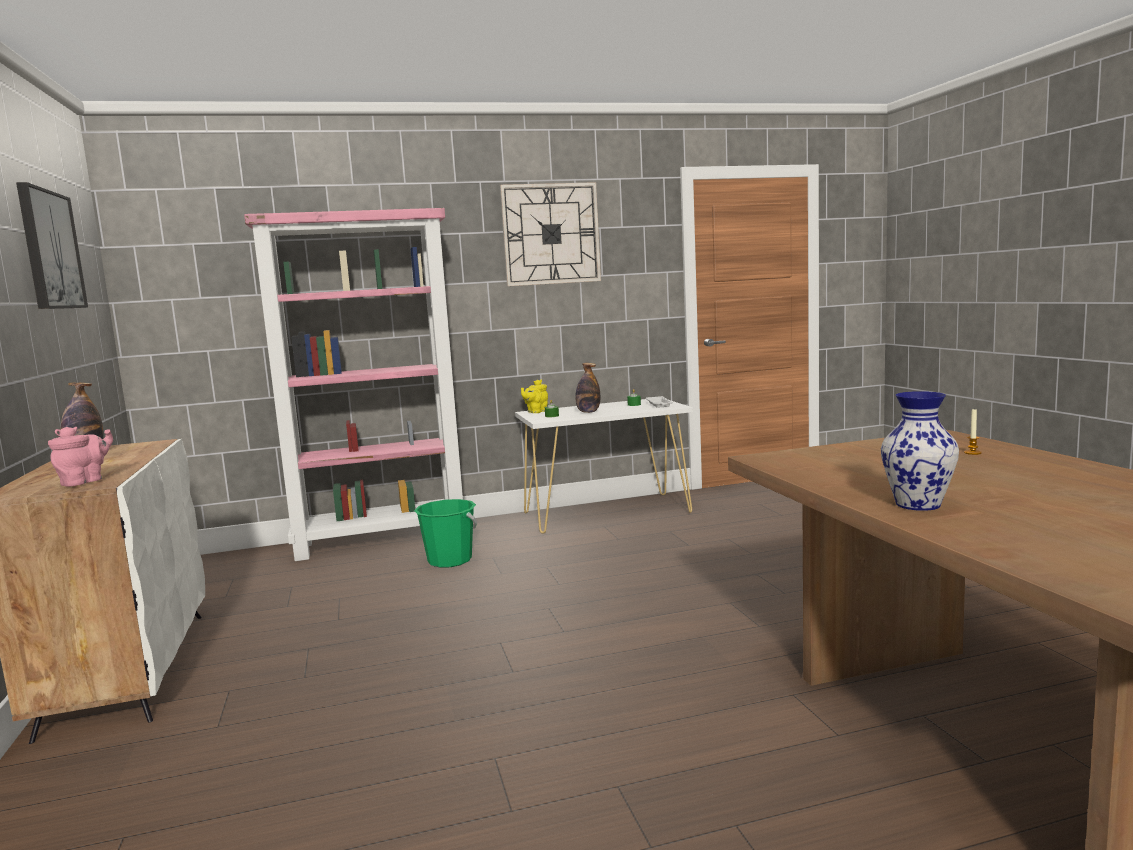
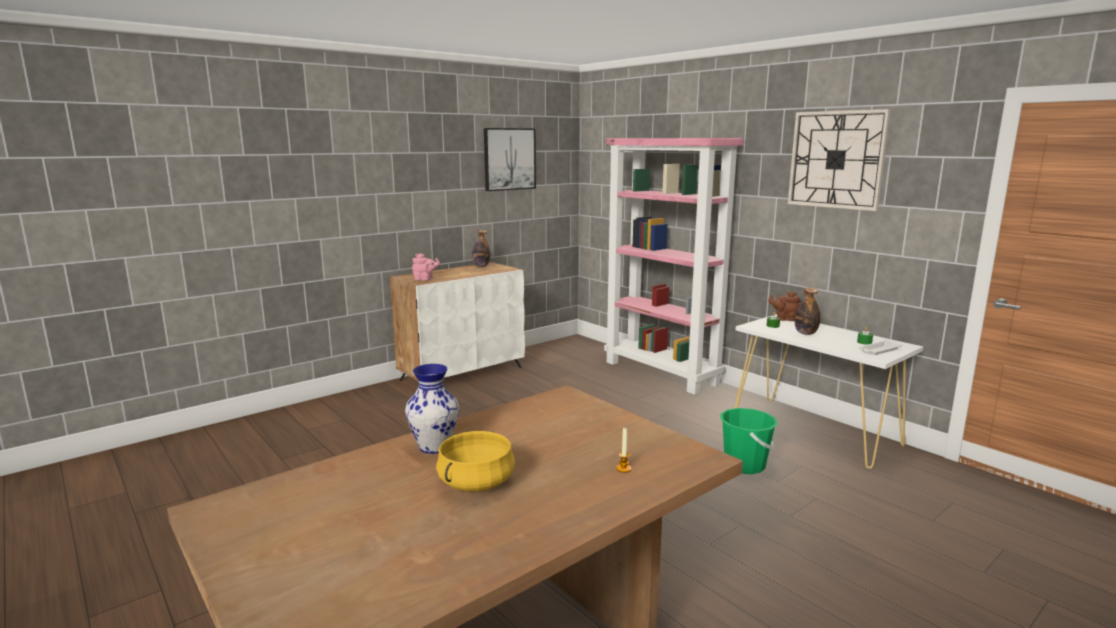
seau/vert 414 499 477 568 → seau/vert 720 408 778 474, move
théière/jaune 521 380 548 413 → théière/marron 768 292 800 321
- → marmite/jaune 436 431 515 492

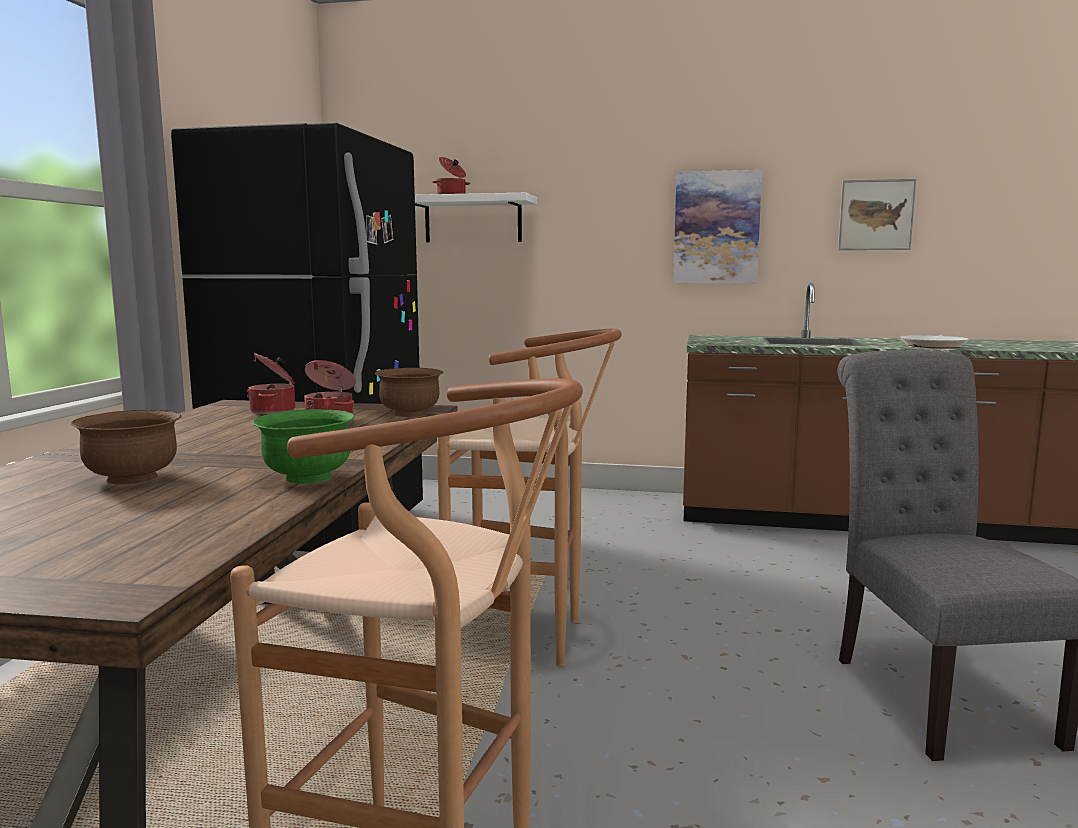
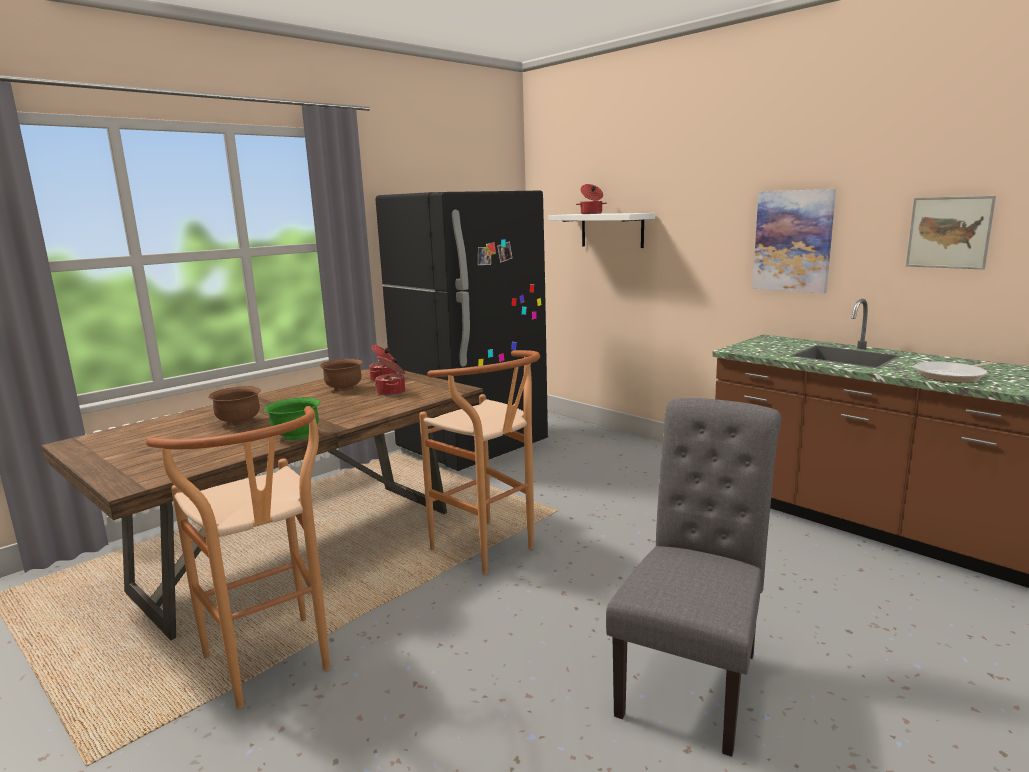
bol/marron 375 368 443 417 → bol/marron 320 359 363 392, move

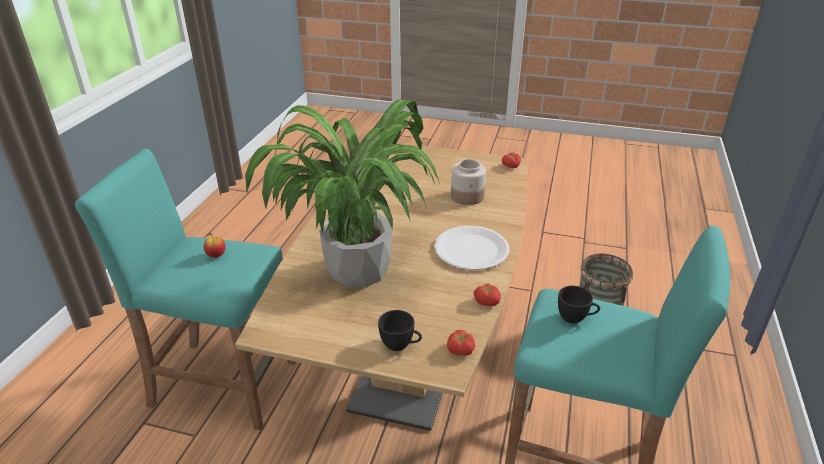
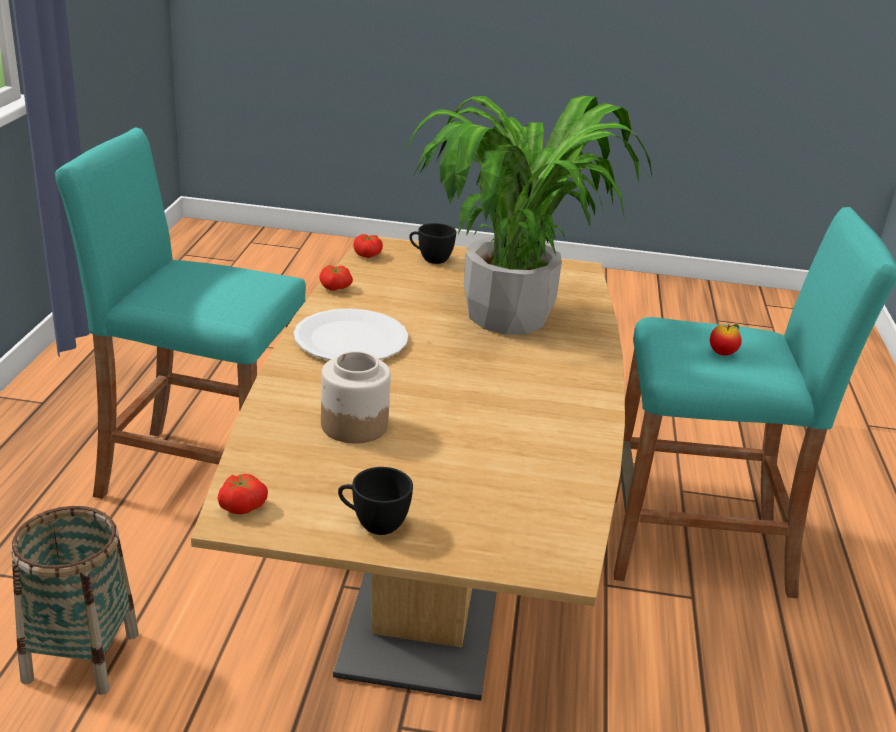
tasse/noir 558 286 600 323 → tasse/noir 338 467 413 535, move

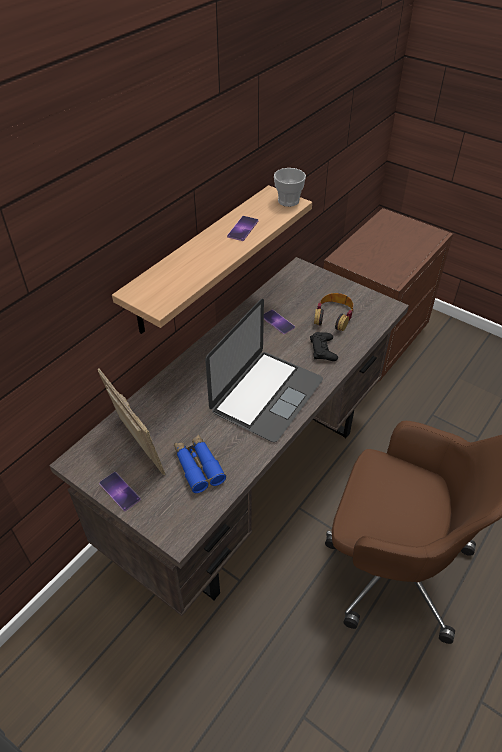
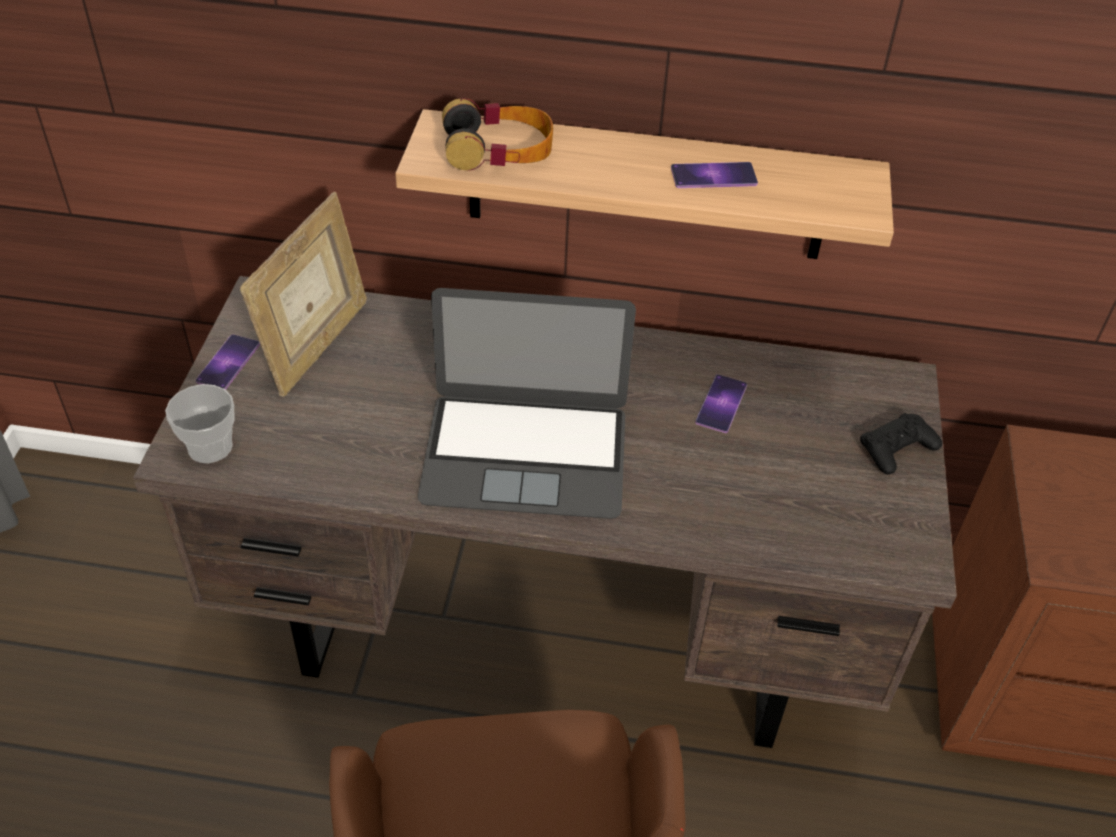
jumelles/bleu 174 434 226 493 → -
tasse 274 168 306 207 → tasse 165 384 235 463, move
manette/noir 310 332 338 361 → manette/noir 860 413 942 474, move
casque audio 314 293 354 331 → casque audio 442 98 553 170, move

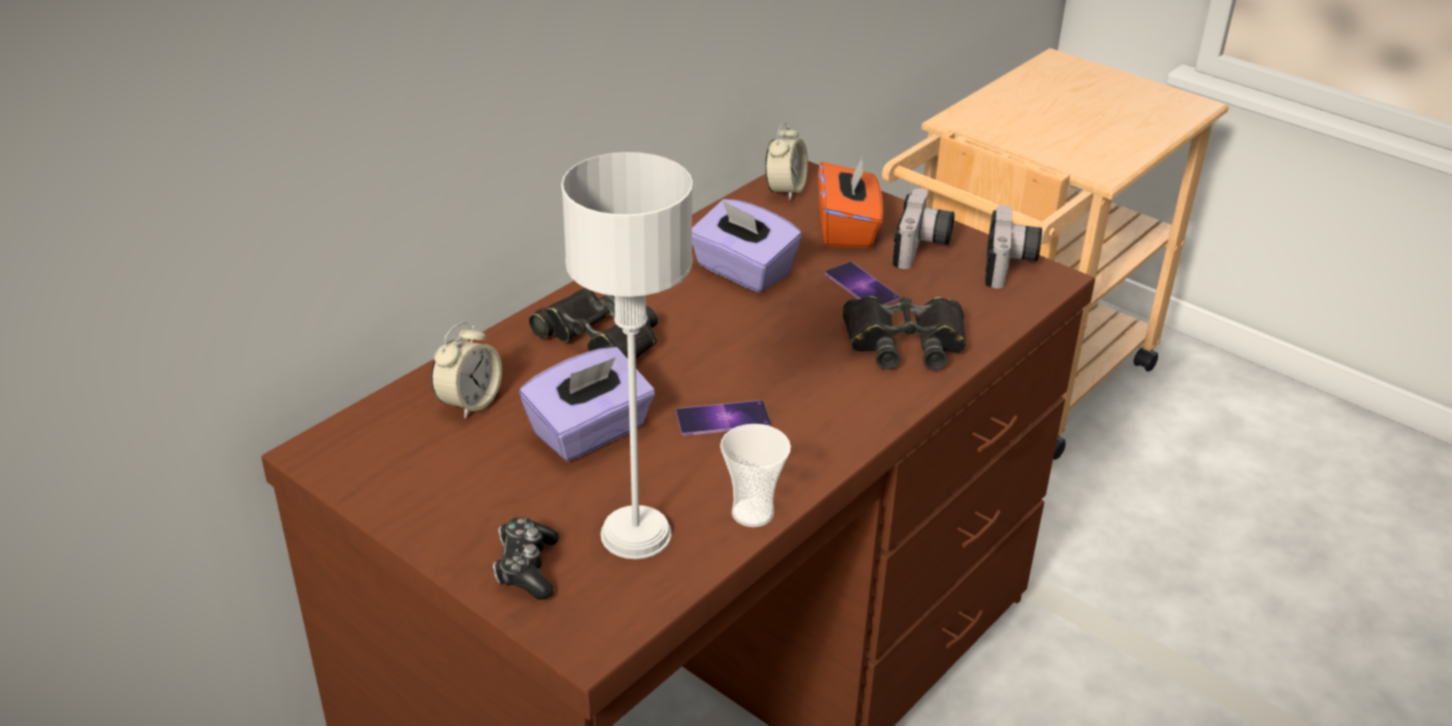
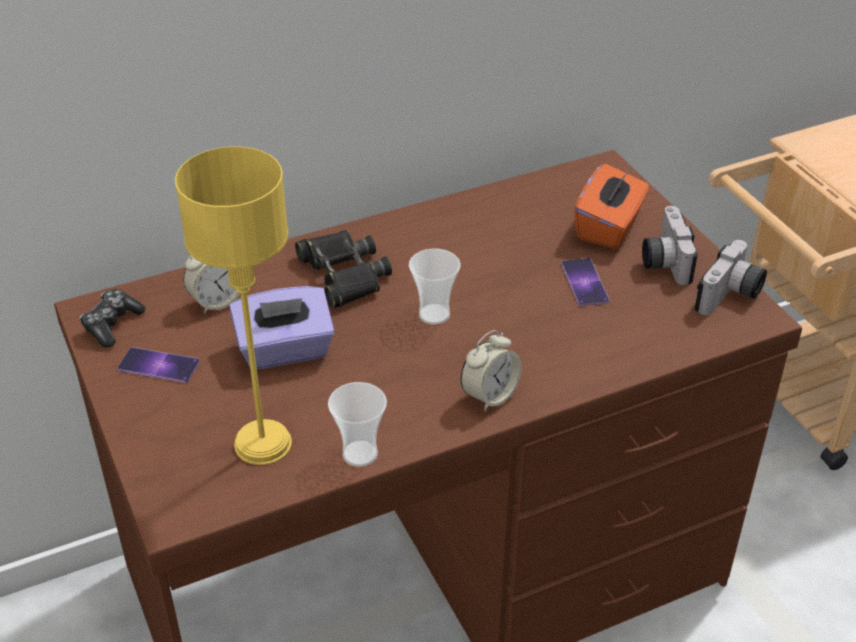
manette 493 517 559 600 → manette 79 289 146 348, move
lampe de table/gris 561 152 693 559 → lampe de table/jaune 175 147 292 465
téléphone 676 400 771 436 → téléphone 118 347 200 383, move
boîte à mouchoirs/violet 692 199 802 293 → -
réveil 765 122 808 201 → réveil 461 330 521 412, move
jumelles/noir 843 296 967 370 → -
appareil photo 893 189 955 269 → appareil photo 642 206 698 285, 135 degrees clockwise
- → tasse 409 248 460 325

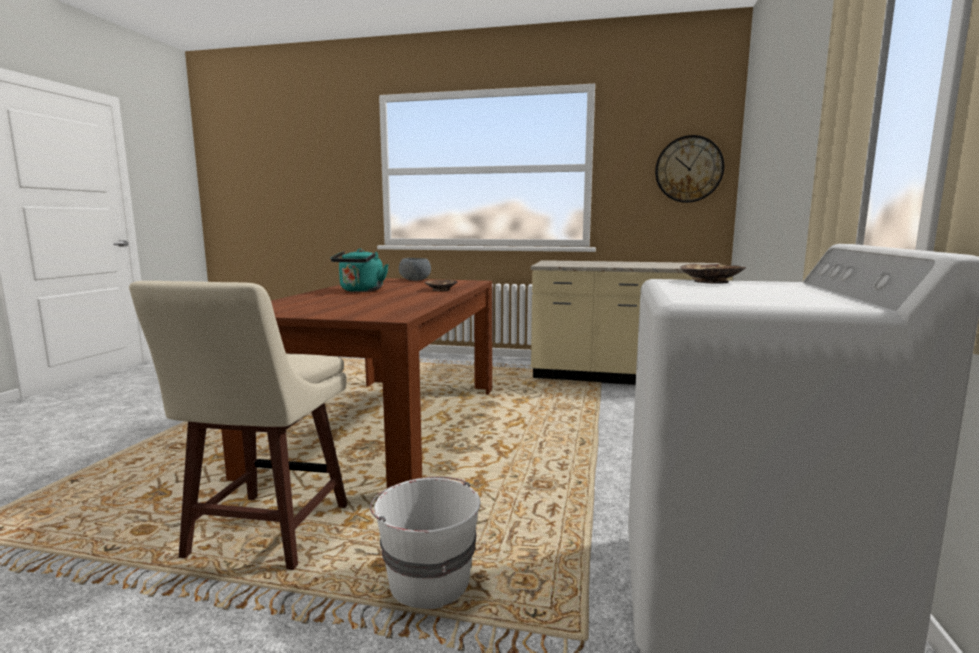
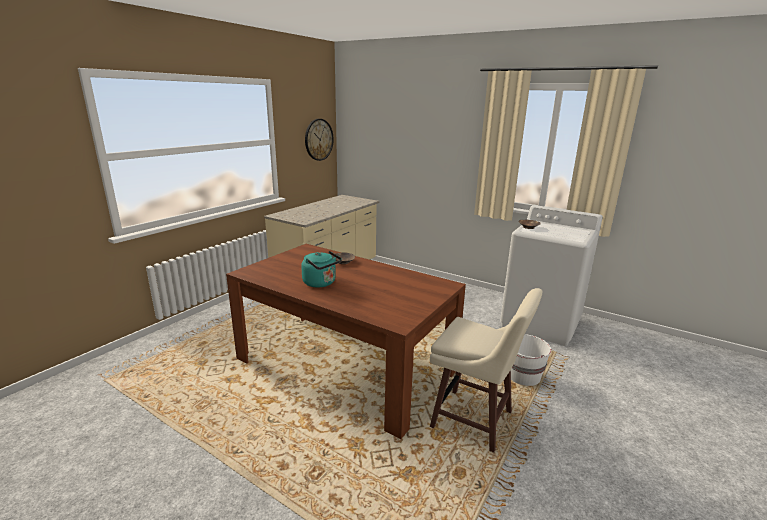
bol/gris 399 258 431 281 → -

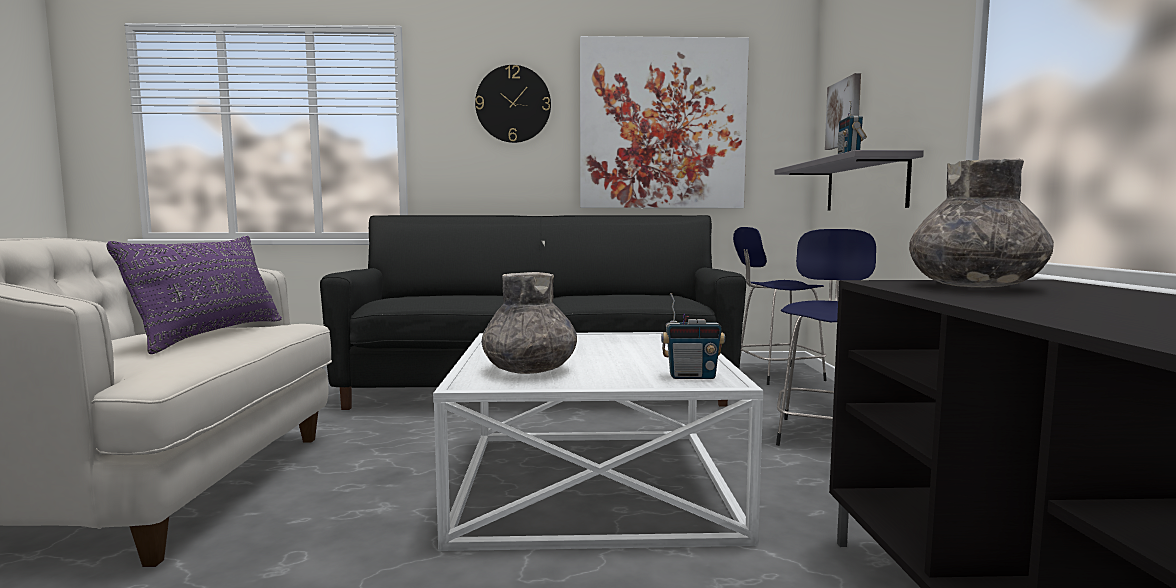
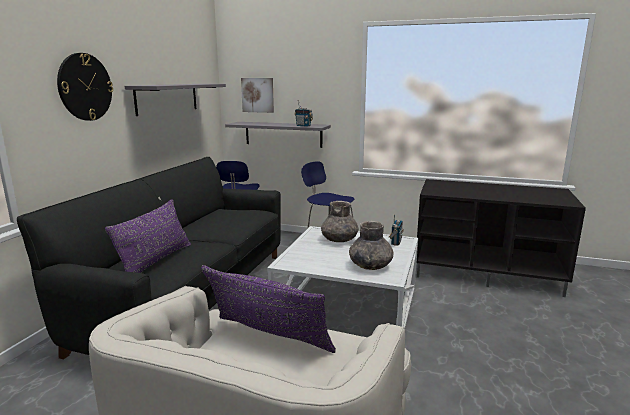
tableau 580 36 749 208 → étagère/gris 125 84 226 116
vase/gris 909 159 1054 287 → vase/gris 321 201 358 242, move
- → coussin/violet 105 200 191 273

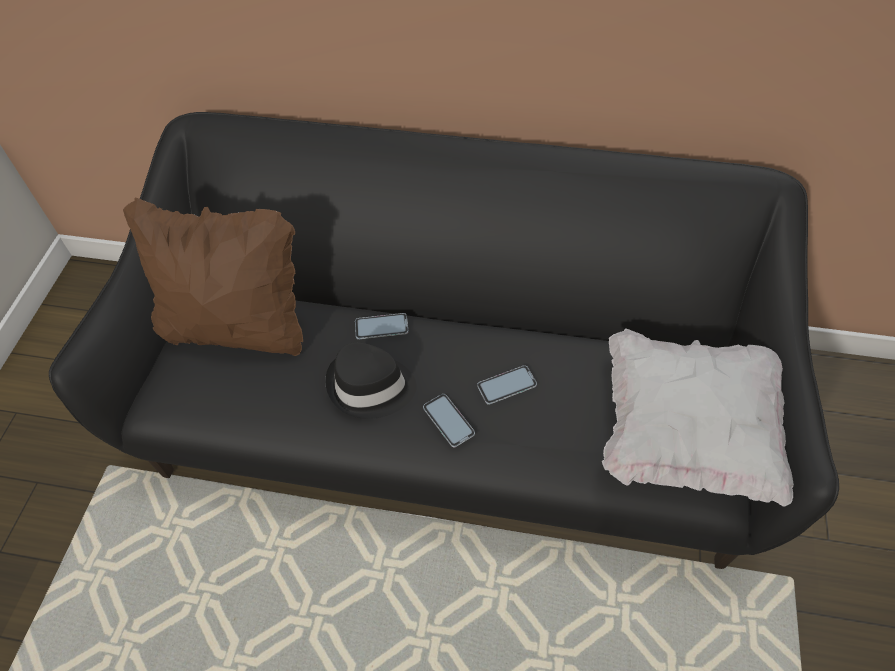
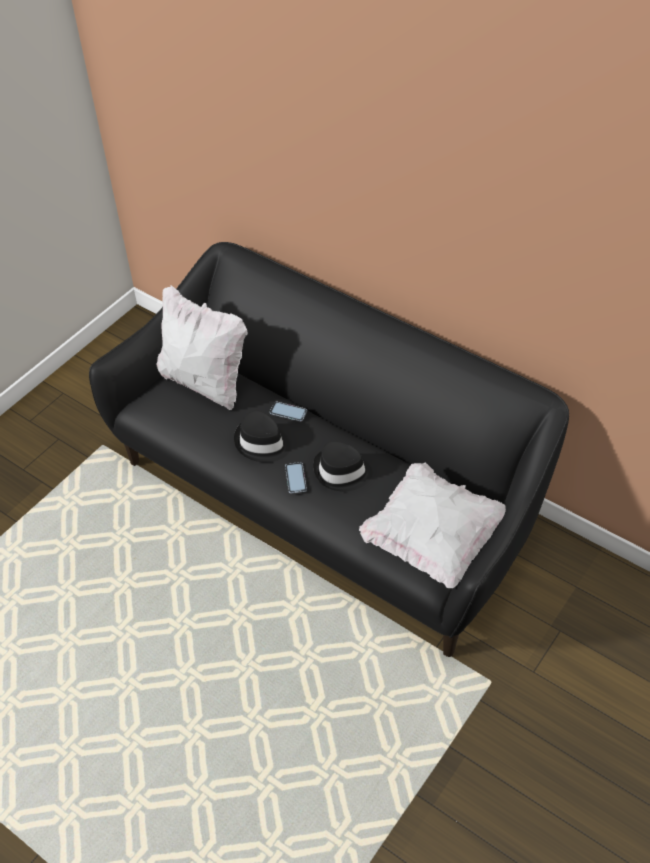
coussin/marron 123 198 303 356 → coussin/blanc 156 285 247 410
téléphone 477 365 537 405 → chapeau/noir 313 441 373 491

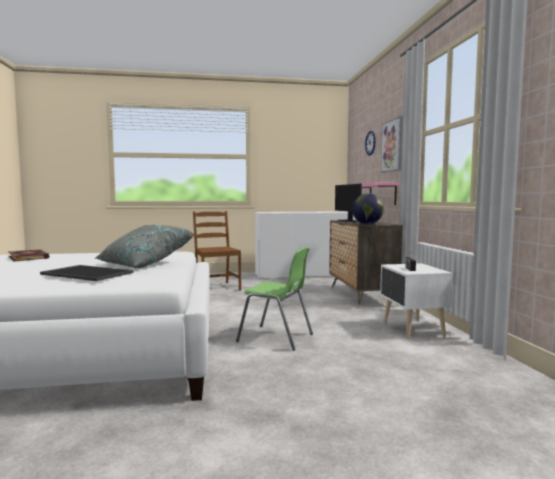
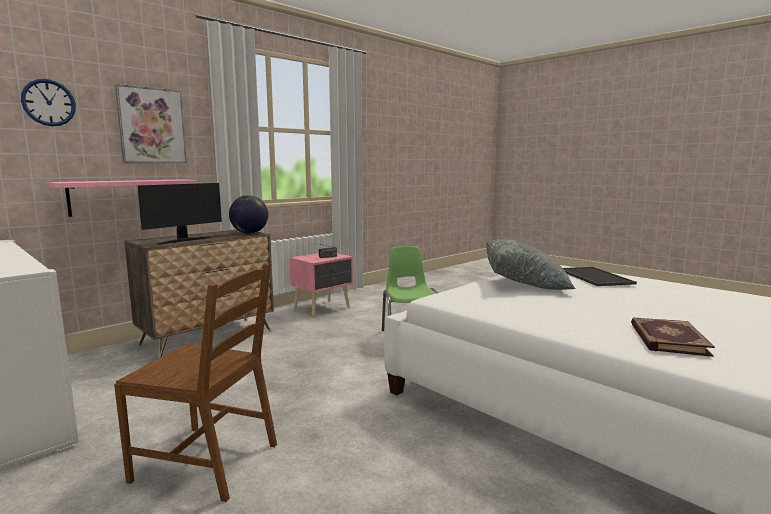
chaise/marron 193 211 241 290 → chaise/marron 114 263 277 502, 105 degrees counterclockwise
table de chevet/blanc 380 263 453 339 → table de chevet/rose 289 253 353 317

